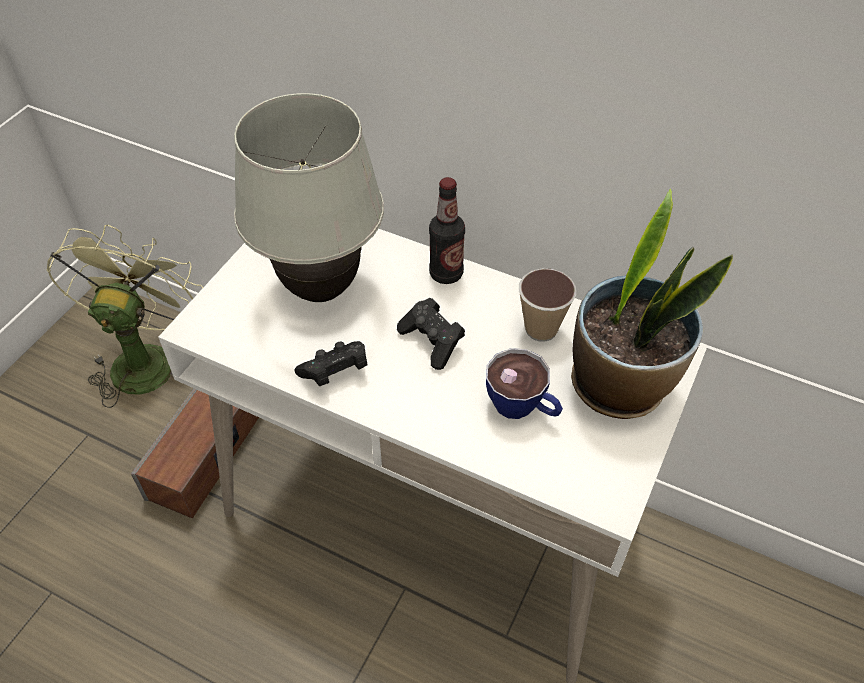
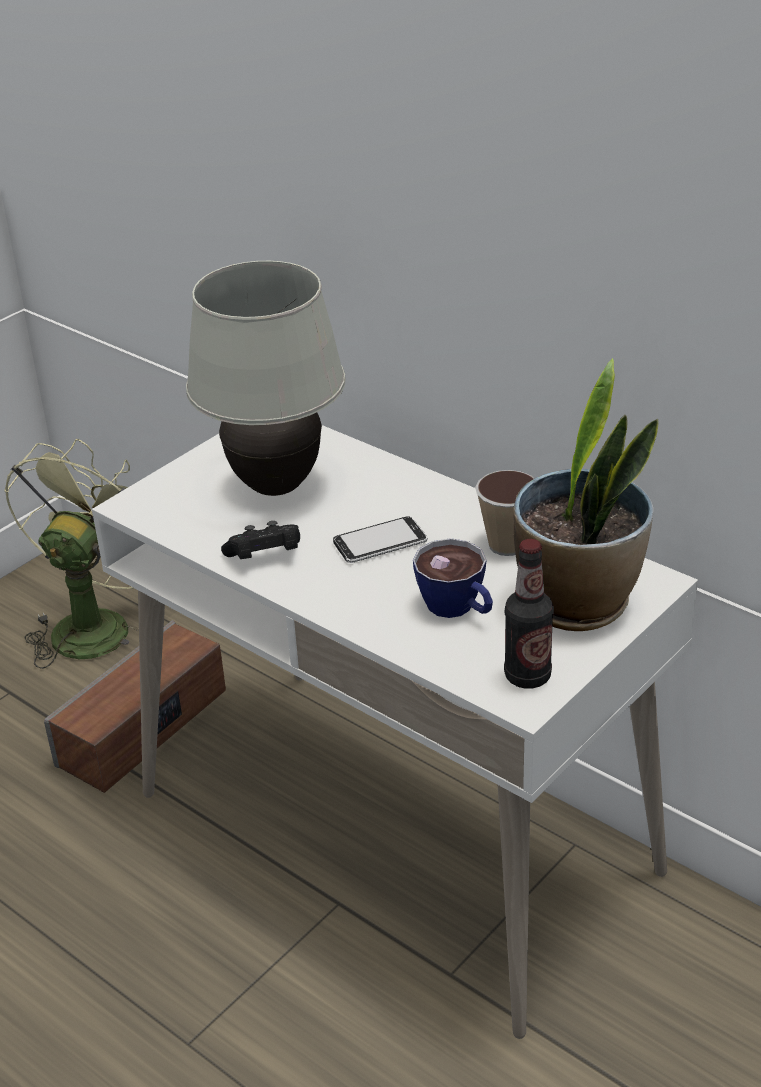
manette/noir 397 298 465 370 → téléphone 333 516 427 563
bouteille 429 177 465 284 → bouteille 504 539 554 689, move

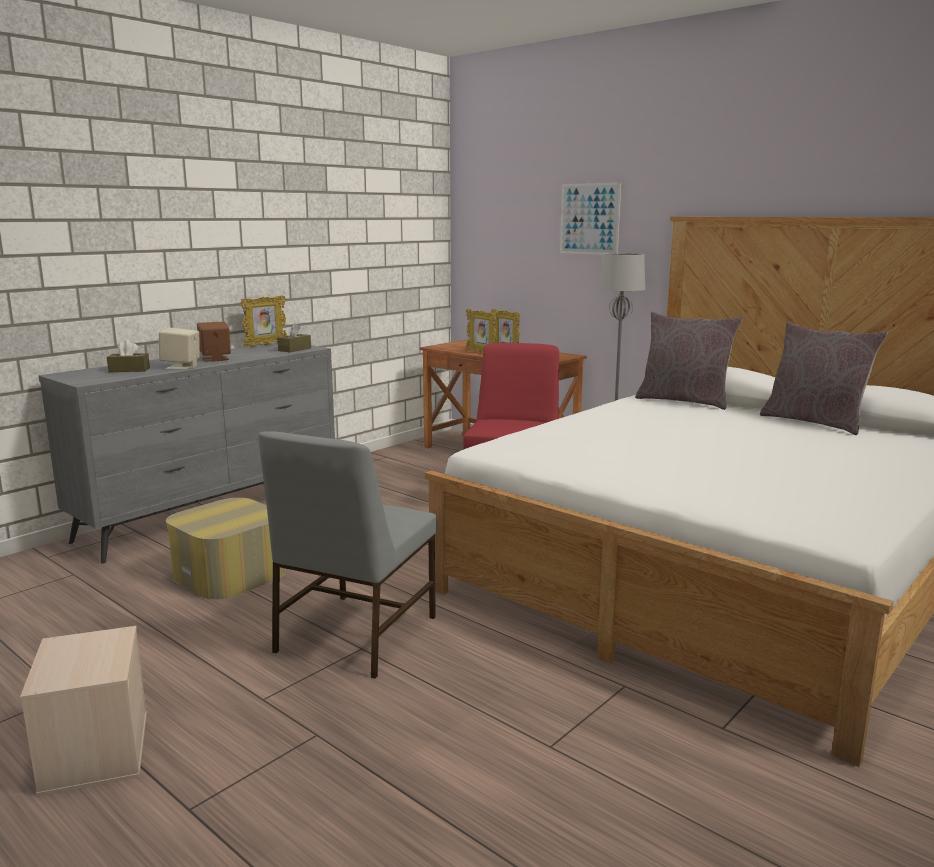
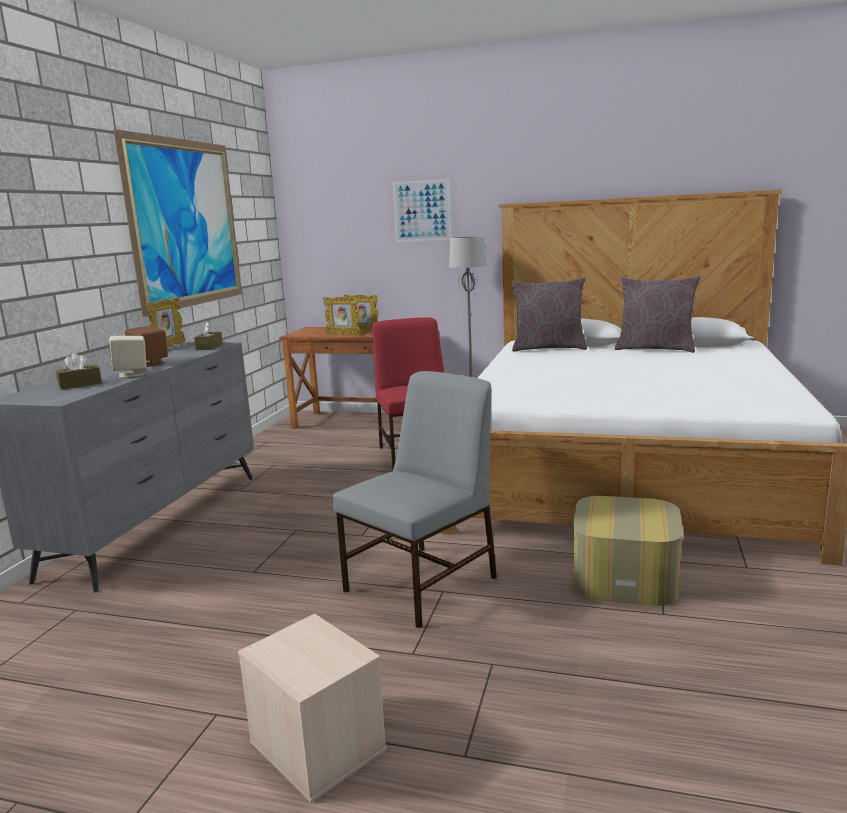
pouf 166 498 286 600 → pouf 573 496 683 607, move
chaise/gris 258 431 437 678 → chaise/gris 333 371 497 628, 135 degrees counterclockwise
- → tableau 113 129 242 317

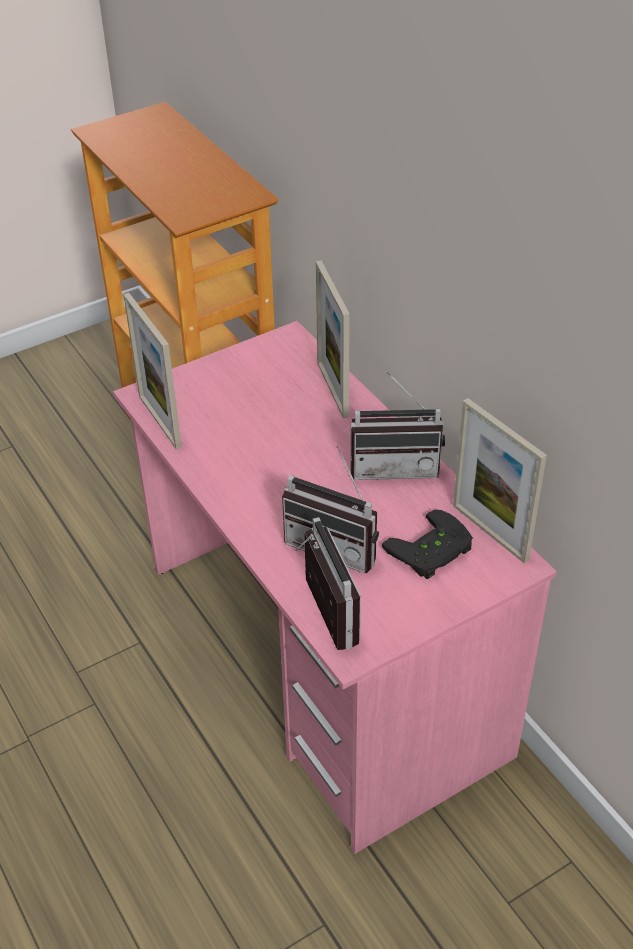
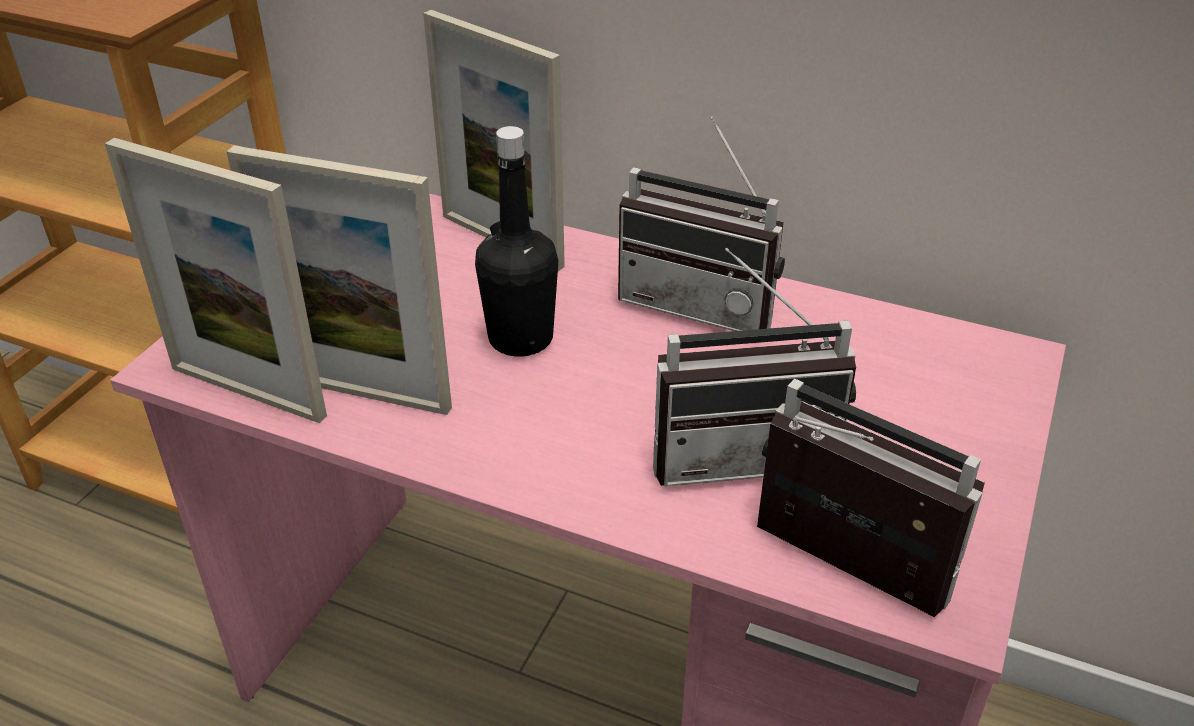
radio 350 371 445 480 → radio 618 116 785 331, 60 degrees clockwise
manette/noir 382 510 473 579 → -
cadre photo 453 398 547 564 → cadre photo 227 146 452 415, move
- → bouteille/noir 475 126 558 357

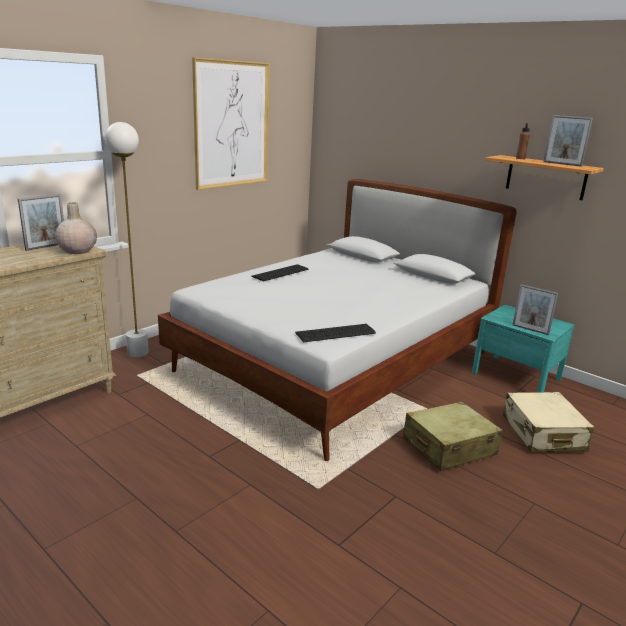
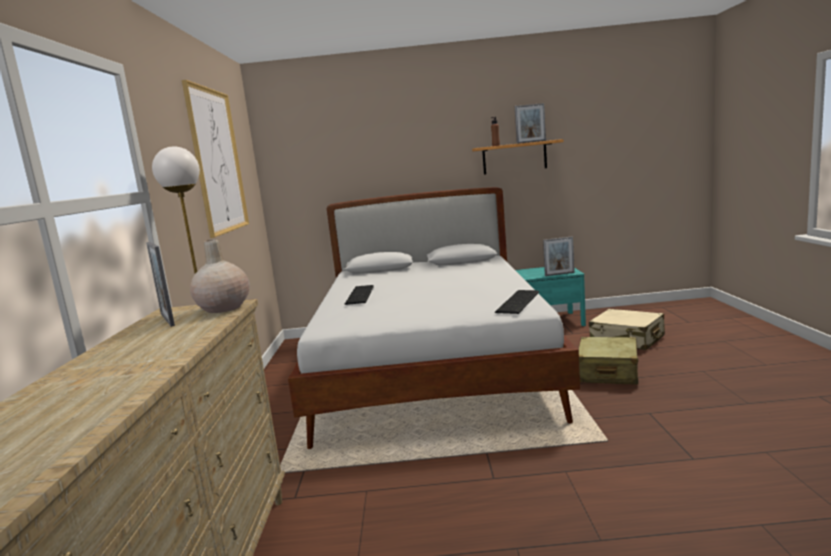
cadre photo 18 194 64 251 → cadre photo 146 242 175 327, 150 degrees clockwise

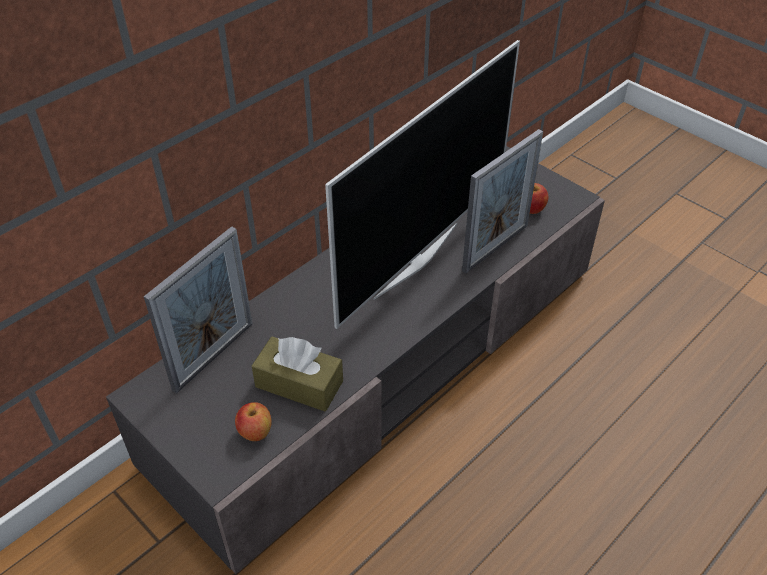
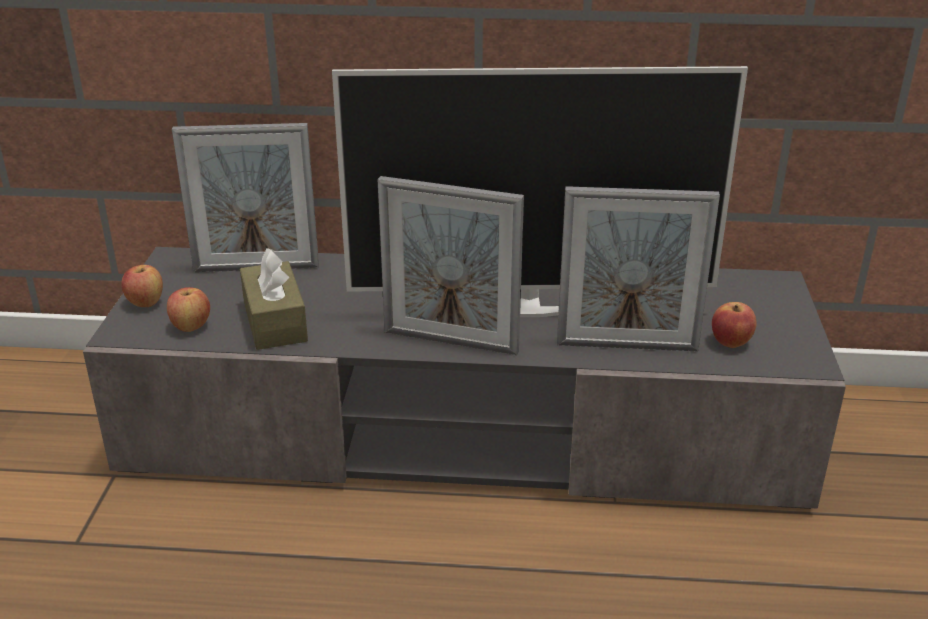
- → pomme 121 265 163 307
- → cadre photo 378 176 524 355

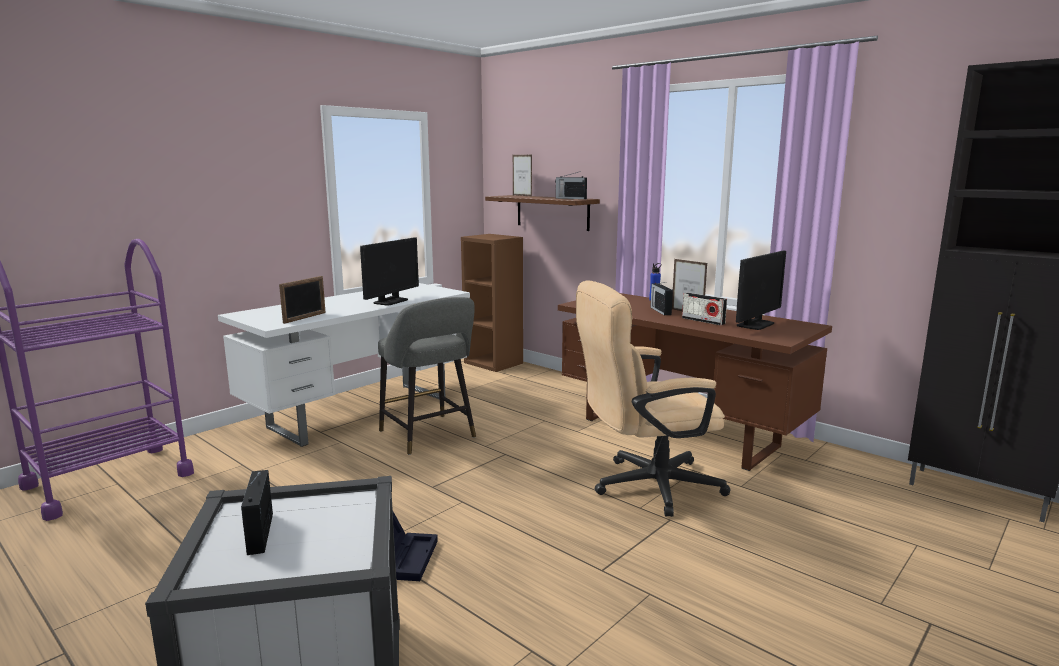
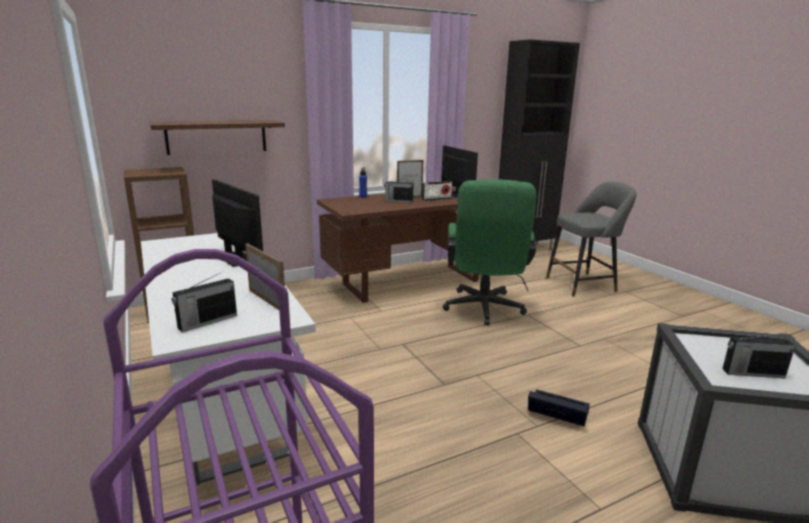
tabouret/gris 378 297 476 455 → tabouret/gris 546 182 637 296, move
cadre photo 513 155 532 197 → -
radio 555 171 587 199 → radio 172 272 237 332, move
chaise de bureau/beige 576 280 730 517 → chaise de bureau/vert 443 179 536 326

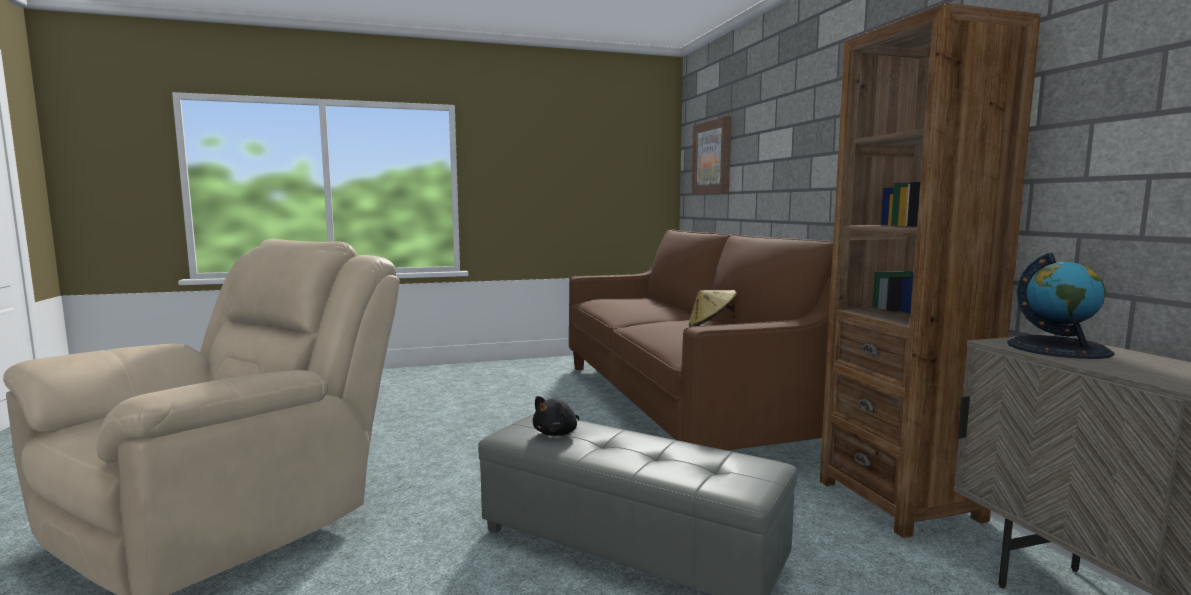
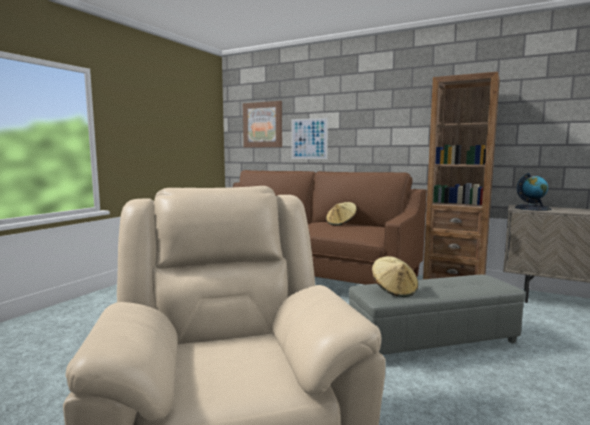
peluche/noir 533 396 579 436 → chapeau/beige 372 256 418 297
- → tableau 292 118 328 159

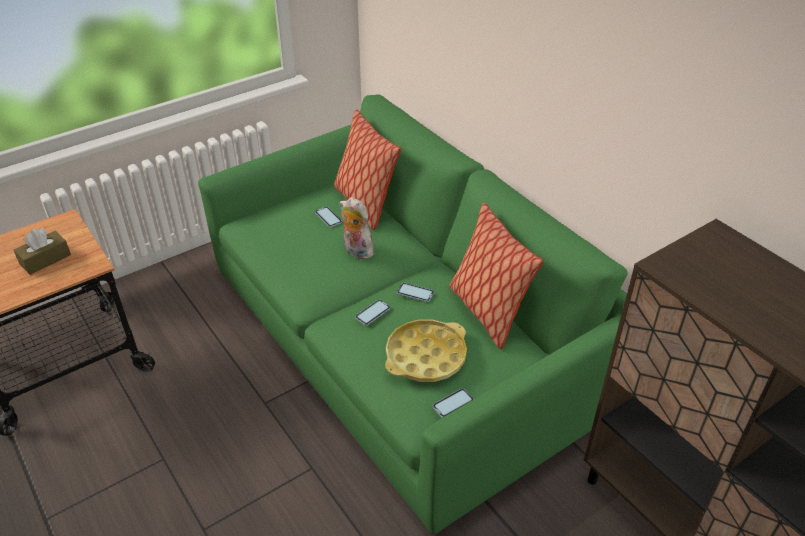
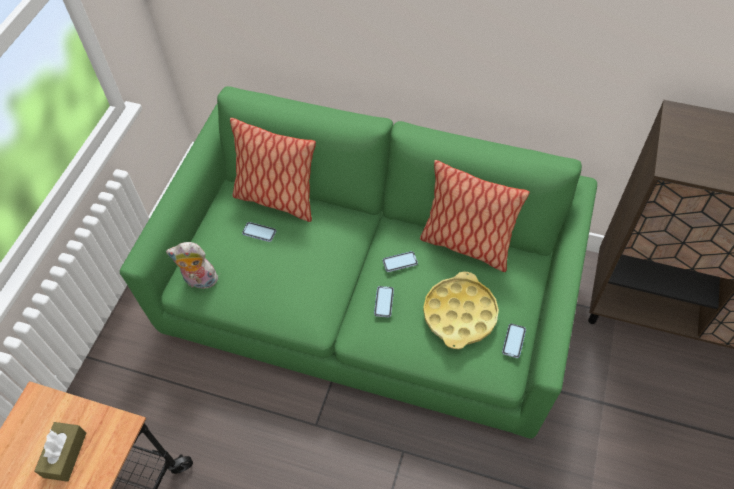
peluche 340 197 374 259 → peluche 166 242 218 289, move

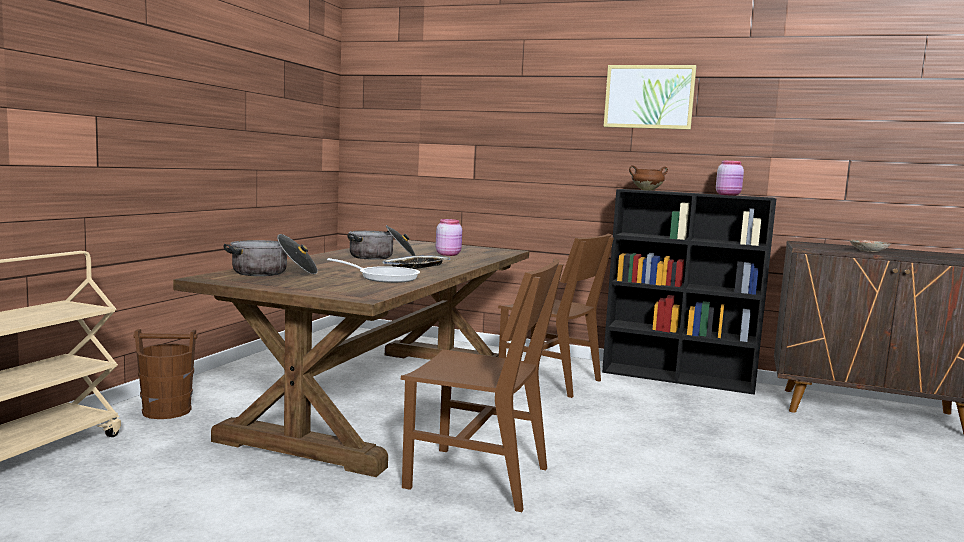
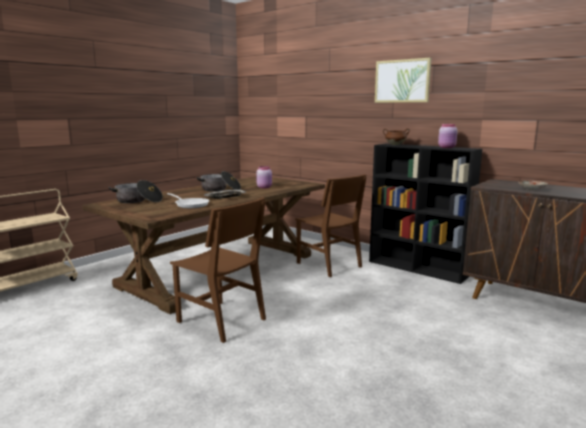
seau/marron 134 329 198 419 → -

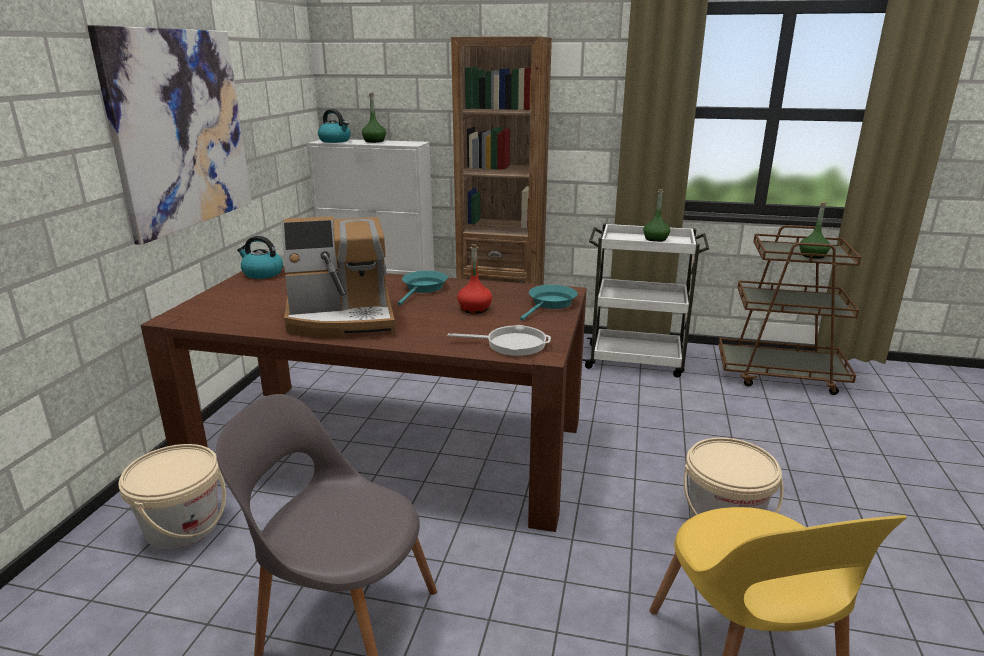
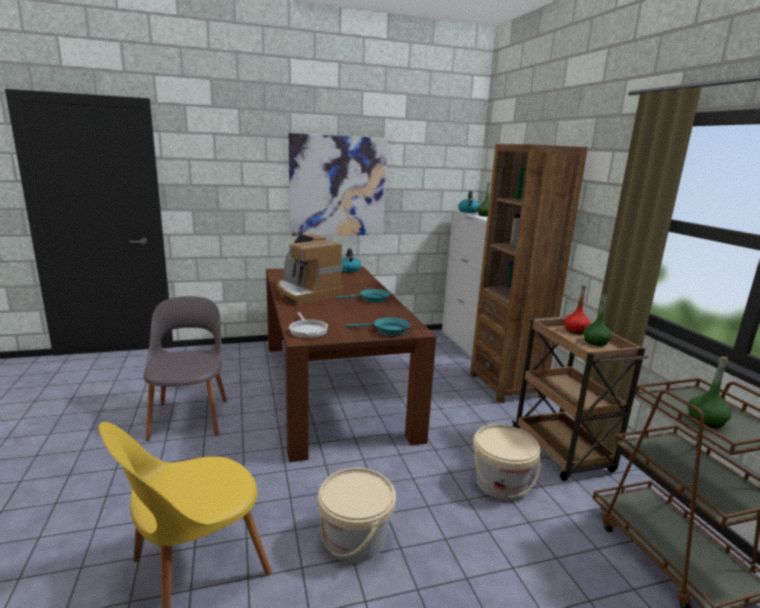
seau/beige 118 444 226 549 → seau/beige 473 424 540 500, move
bouteille/rouge 457 244 492 314 → bouteille/rouge 564 285 591 334, move
chariot/blanc 582 224 709 378 → chariot/marron 512 316 648 481

